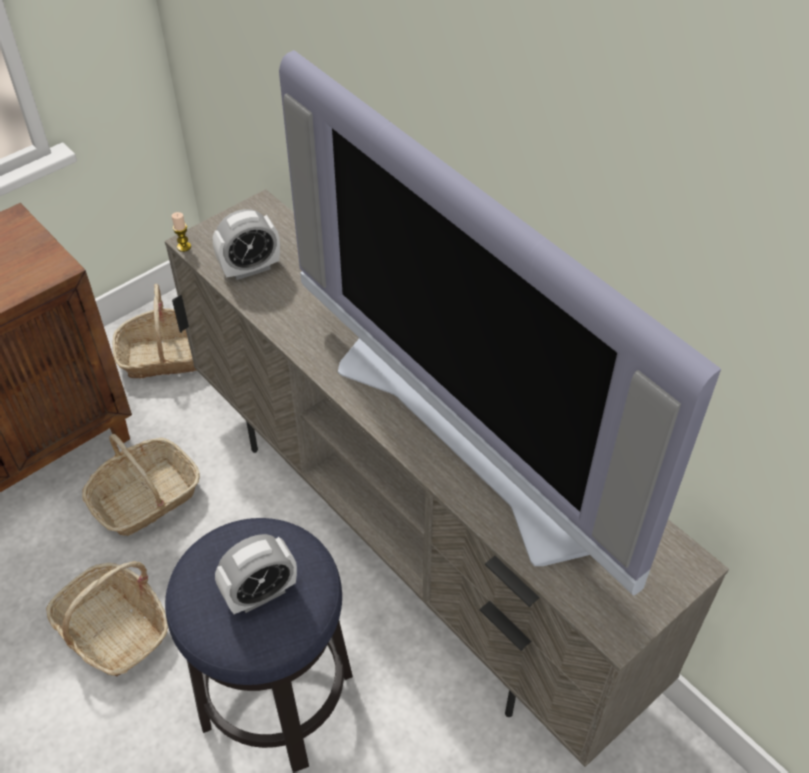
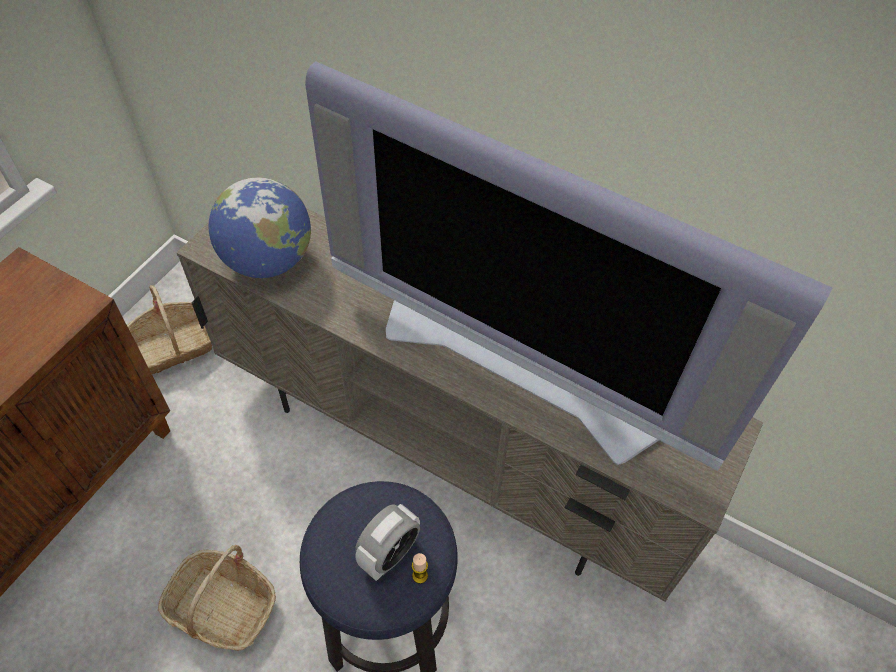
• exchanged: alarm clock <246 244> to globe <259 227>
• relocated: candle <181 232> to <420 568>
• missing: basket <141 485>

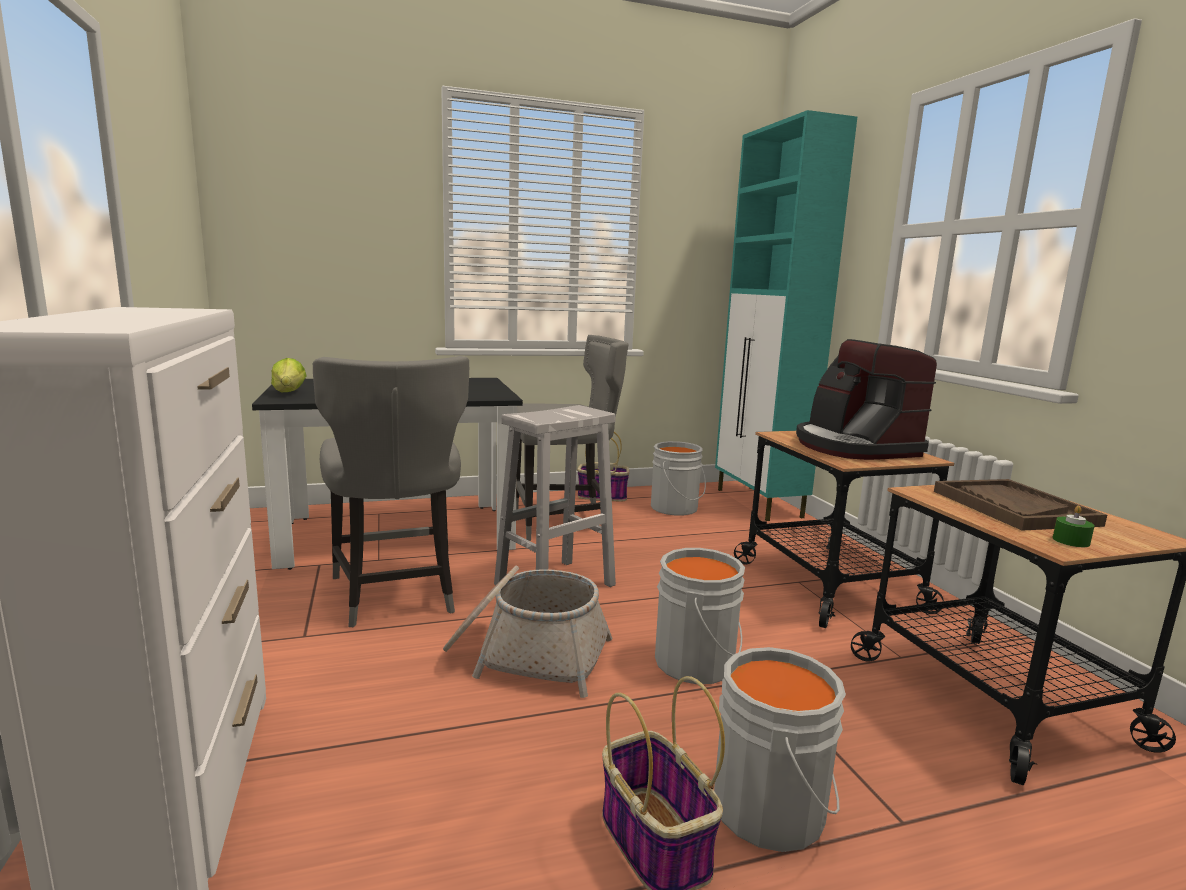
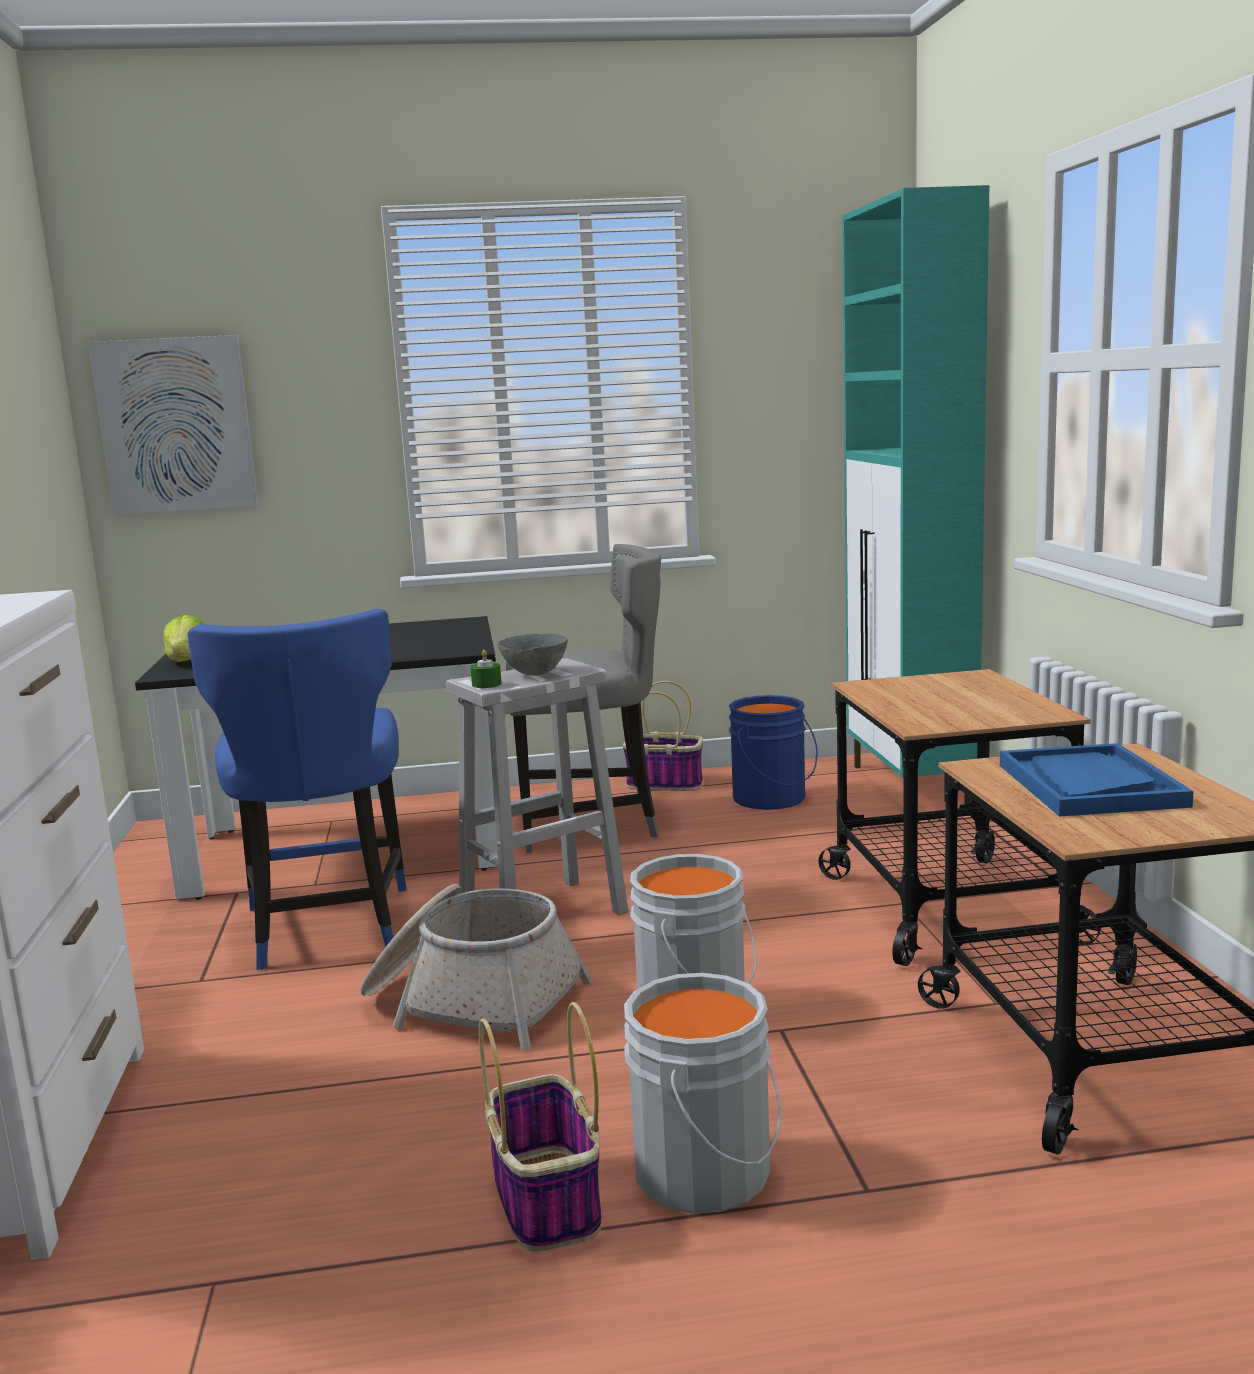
• missing: coffee machine <866 399>
• colour: grey chair <391 491> to blue chair <297 789>
• colour: grey bucket <678 478> to blue bucket <773 752>
• colour: brown tray <1020 504> to blue tray <1097 779>
• relocated: green candle <1073 526> to <486 669>
• appeared: picture <173 425>
• appeared: grey bowl <532 654>

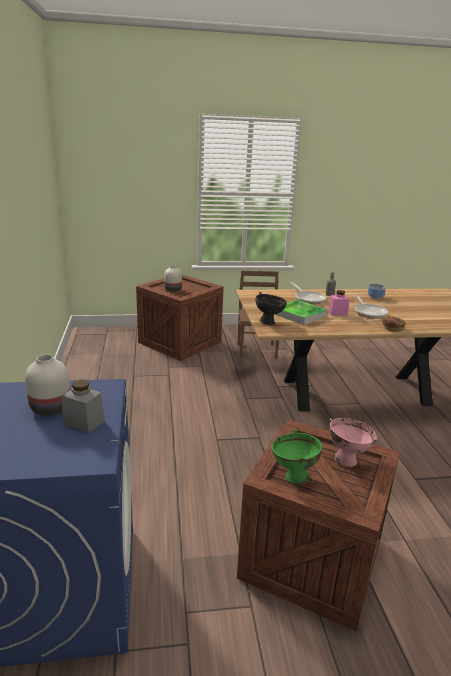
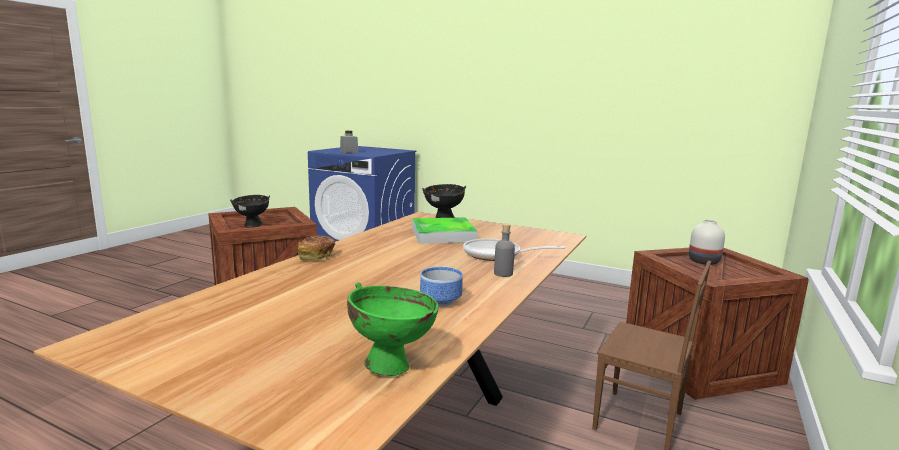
• missing: pink jar <338 303>
• missing: frying pan <371 306>
• missing: white vase <47 385>
• colour: pink bowl <353 442> to black bowl <250 211>
• relocated: green bowl <297 457> to <393 329>

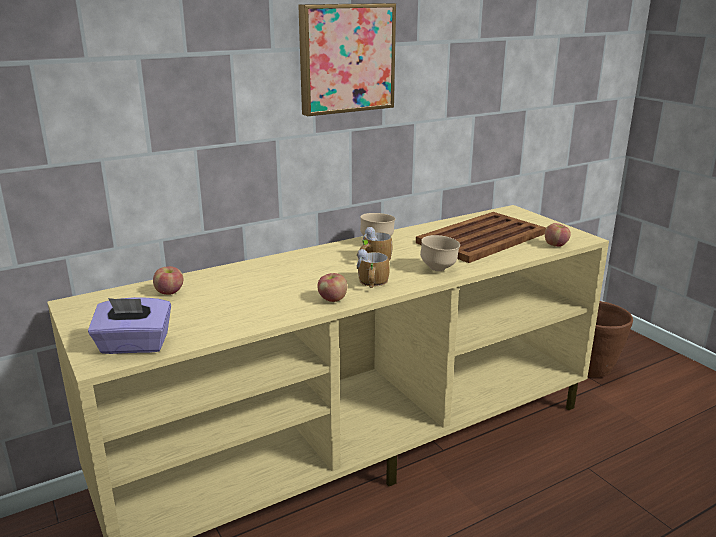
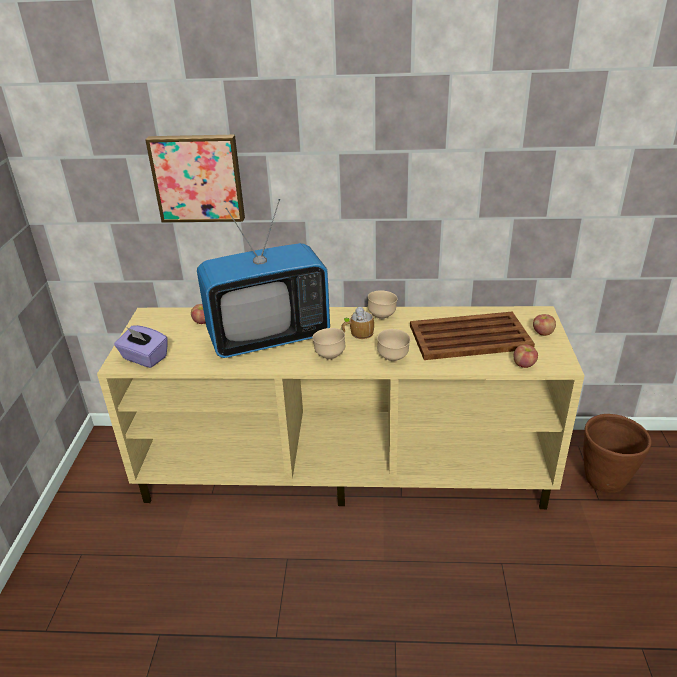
• relocated: picture <347 59> to <195 179>
• exchanged: mug <373 268> to beige bowl <328 344>
• relocated: apple <332 287> to <544 325>
• appeared: television <263 278>

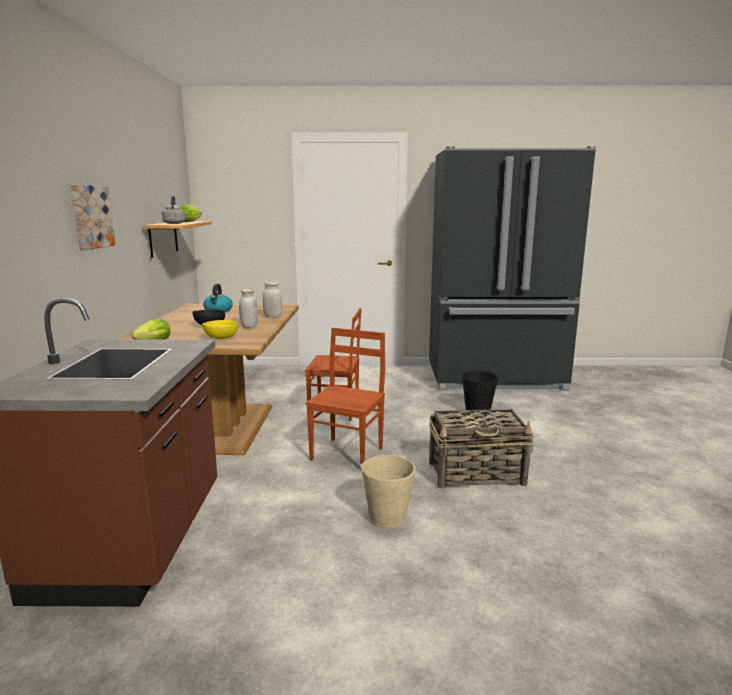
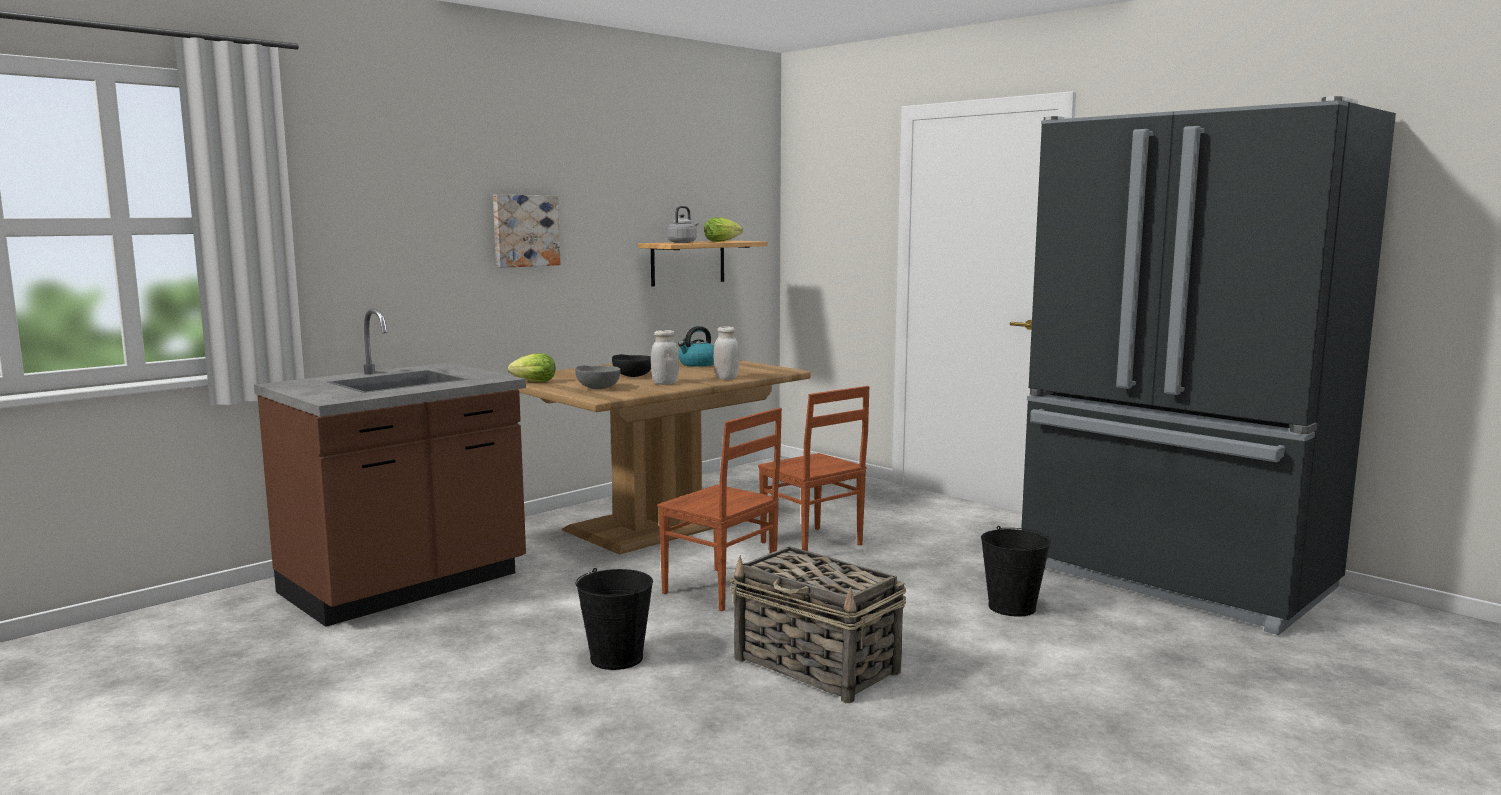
• colour: yellow bowl <220 329> to grey bowl <597 377>
• spun: brown chair <345 399> = <719 509> 60 degrees clockwise
• colour: beige bucket <388 492> to black bucket <614 619>

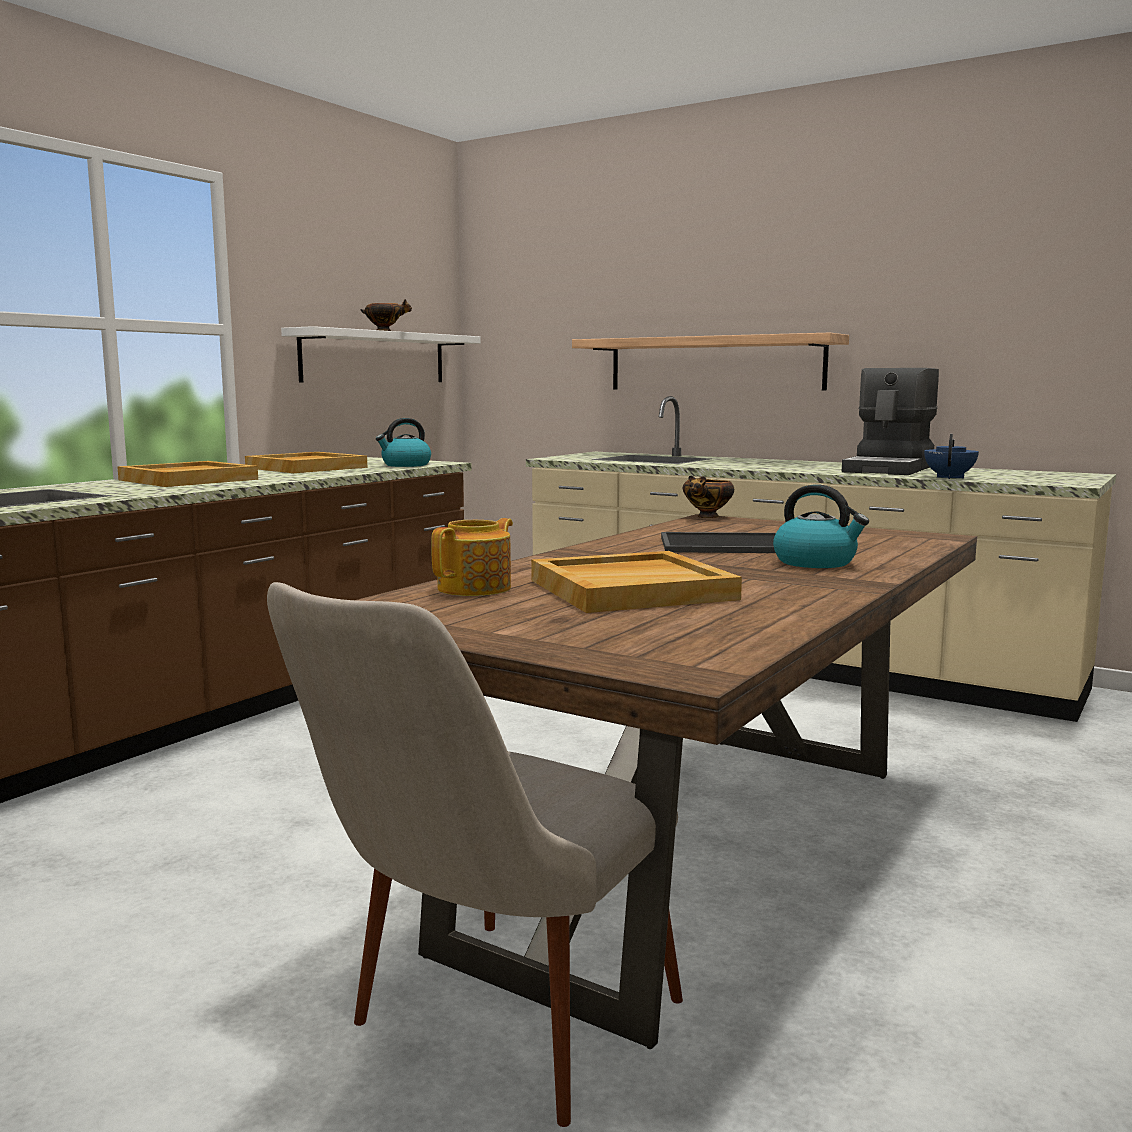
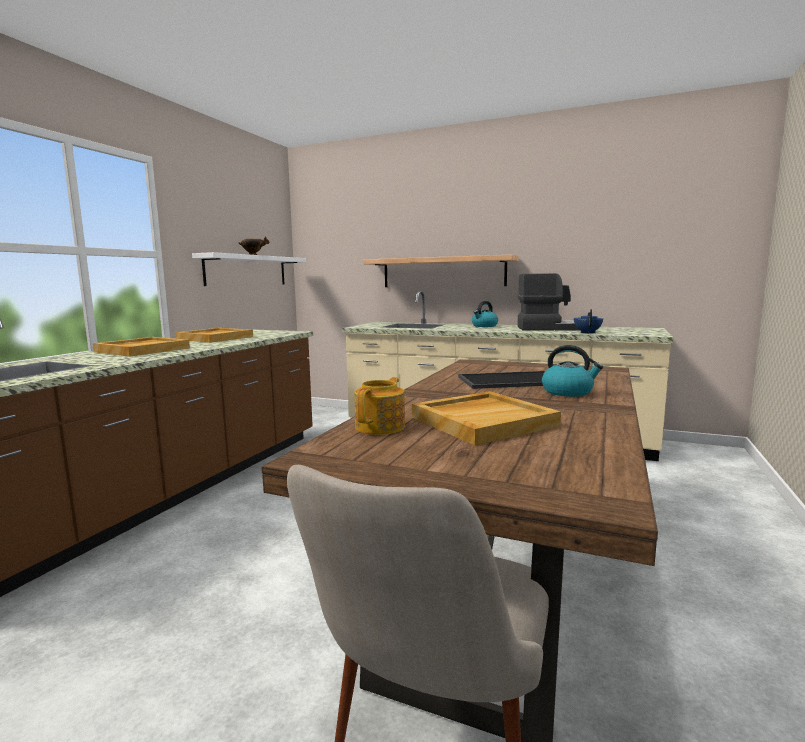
• spun: coffee machine <890 421> = <548 302> 105 degrees counterclockwise
• relocated: kettle <403 442> to <485 314>
• missing: bowl <708 497>

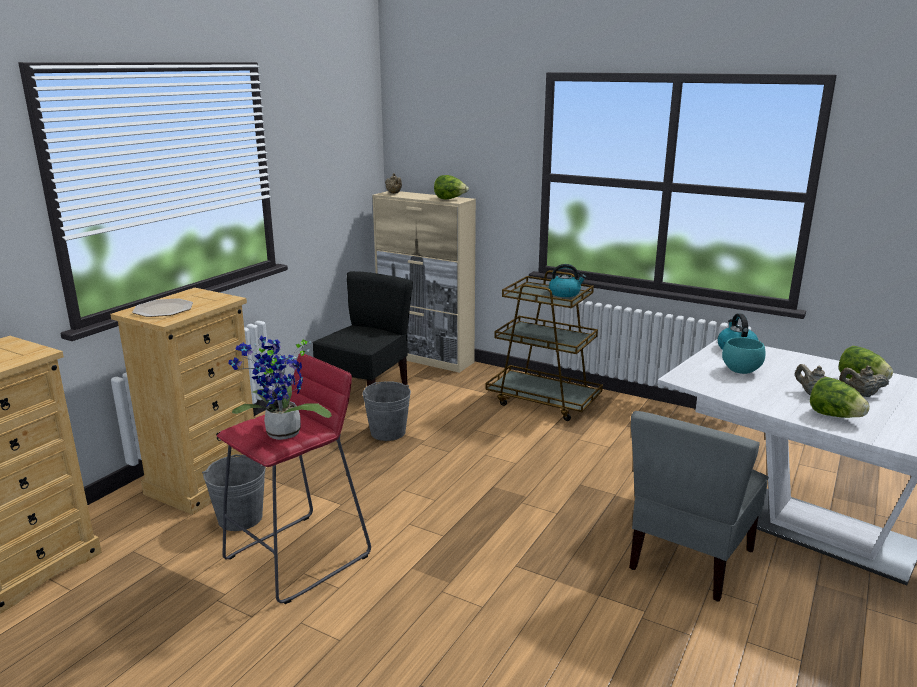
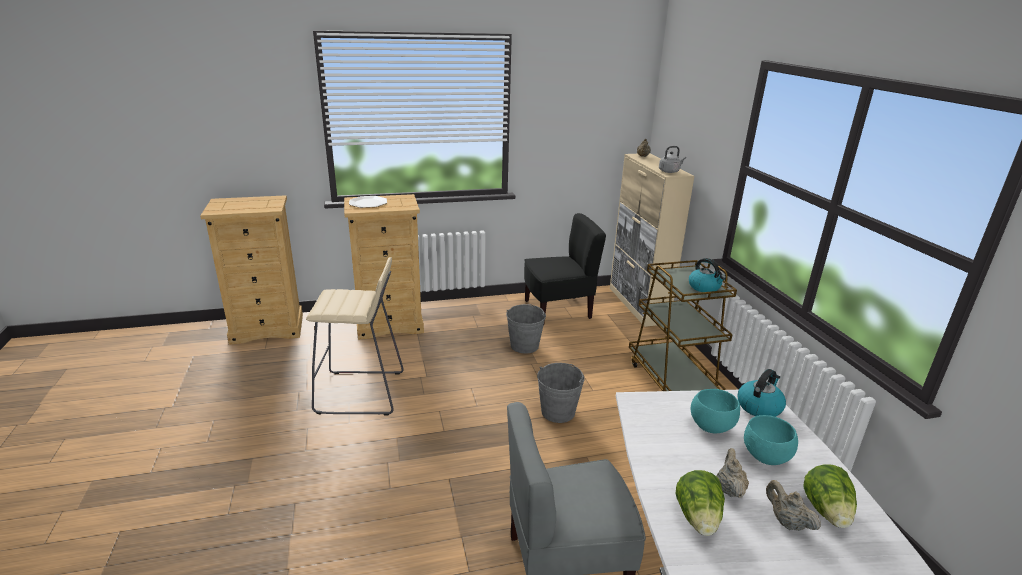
• exchanged: lettuce <451 187> to grey kettle <672 159>
• missing: potted plant <280 387>
• colour: red stool <294 479> to beige stool <355 336>
• relocated: grey bucket <234 492> to <561 393>
• appeared: turquoise bowl <771 440>

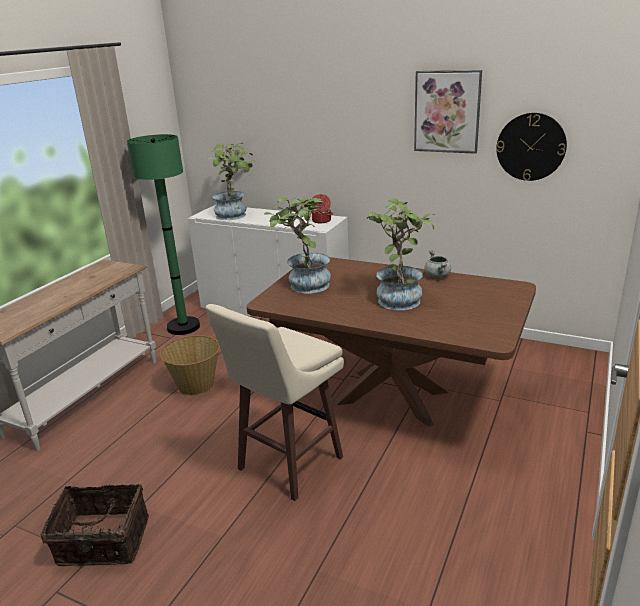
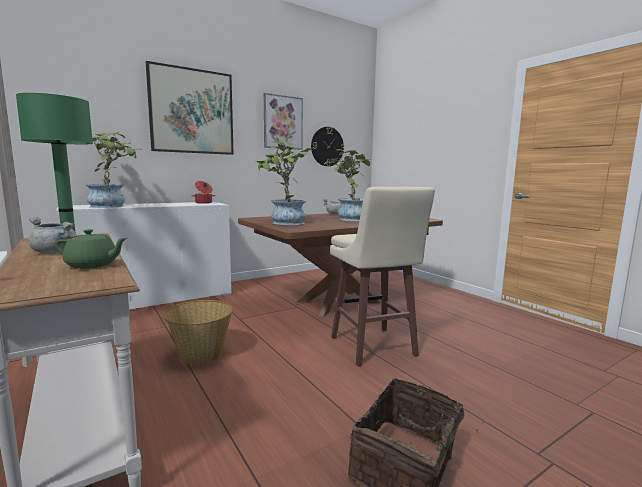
• appeared: picture <190 108>
• appeared: grey cooking pot <52 235>
• appeared: green teapot <91 249>

